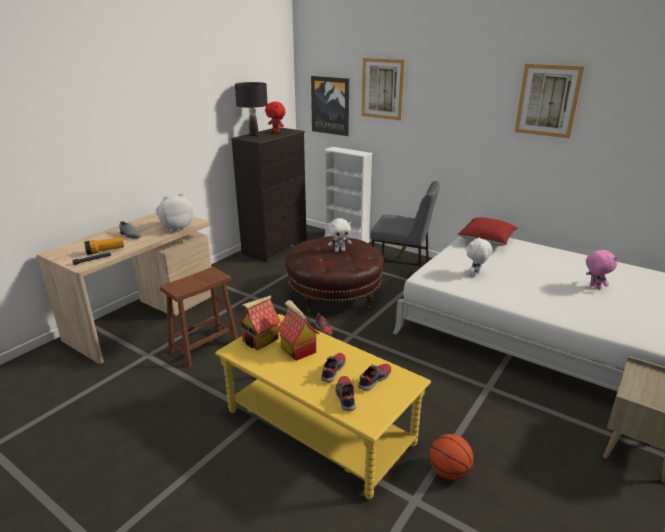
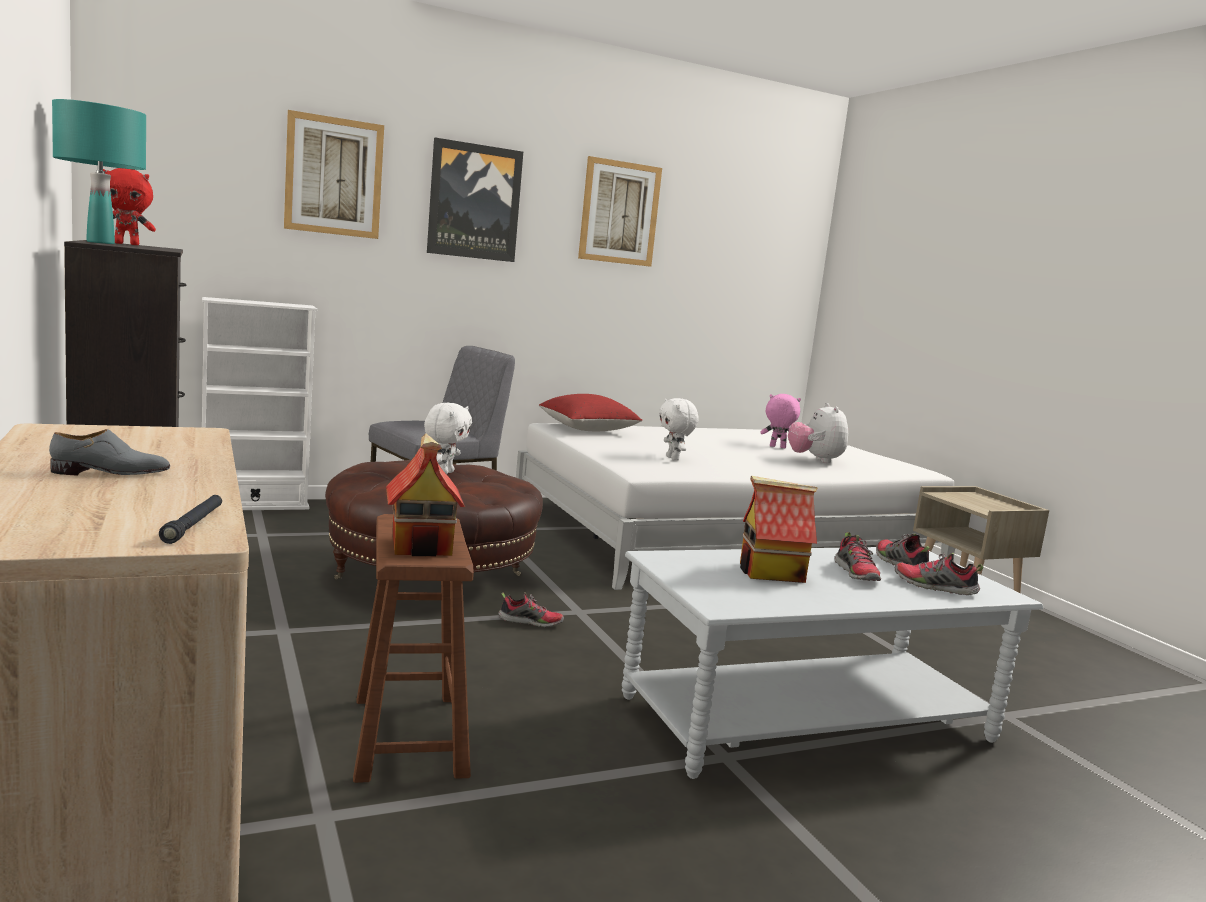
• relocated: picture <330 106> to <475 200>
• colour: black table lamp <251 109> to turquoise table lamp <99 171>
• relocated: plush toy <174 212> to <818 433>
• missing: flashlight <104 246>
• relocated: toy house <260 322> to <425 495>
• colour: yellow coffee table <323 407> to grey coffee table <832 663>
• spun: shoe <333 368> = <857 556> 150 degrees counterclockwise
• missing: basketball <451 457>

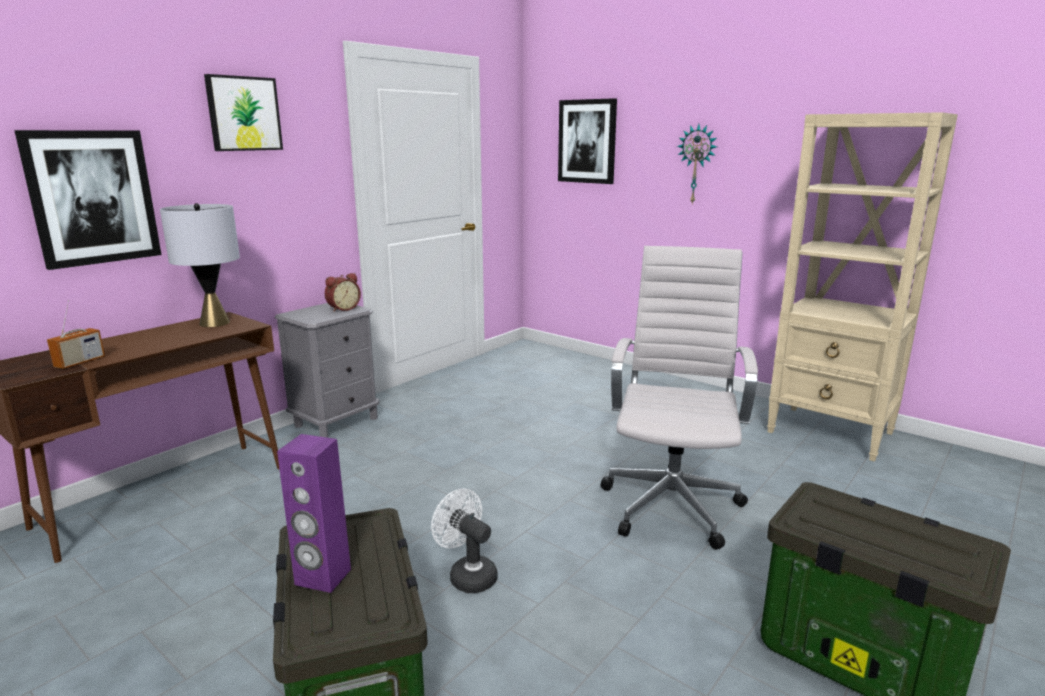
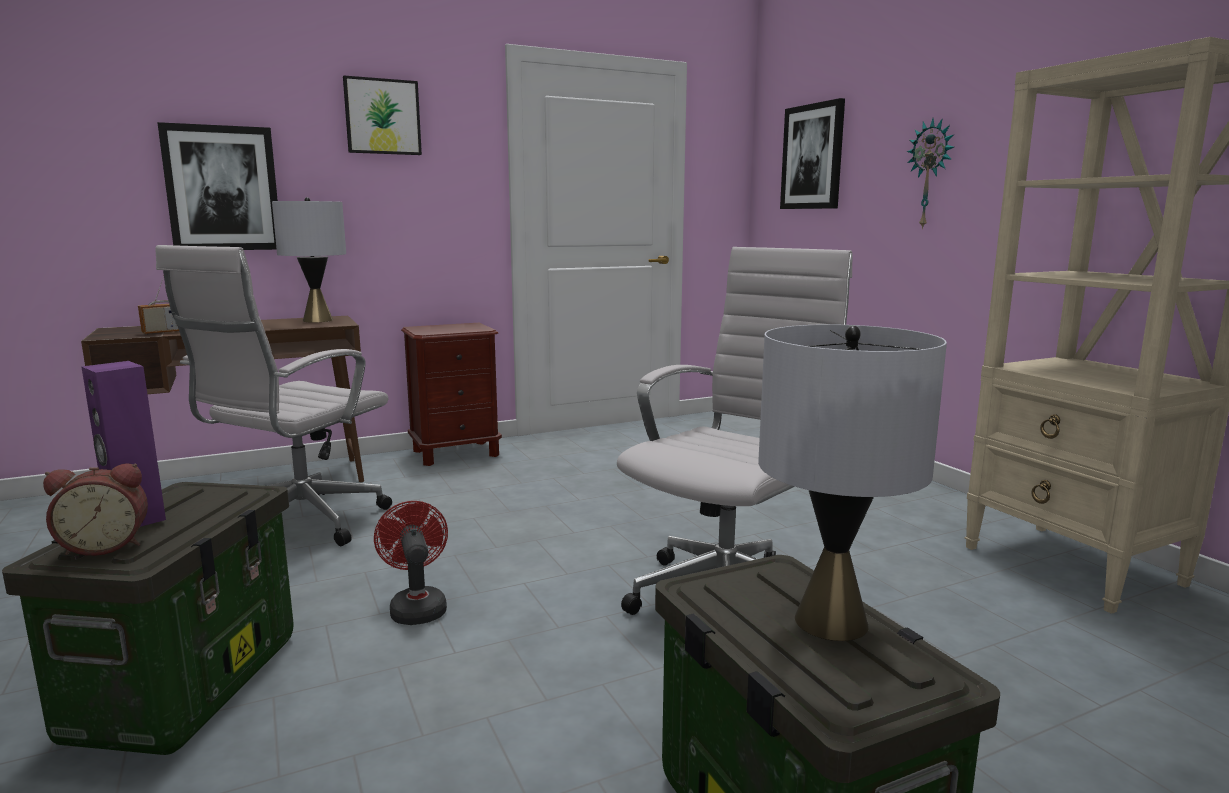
• relocated: alarm clock <343 292> to <95 509>
• colour: grey nightstand <327 370> to brown nightstand <451 394>
• colour: white fan <464 541> to red fan <411 563>
• appeared: white office chair <273 395>
• appeared: grey table lamp <852 482>

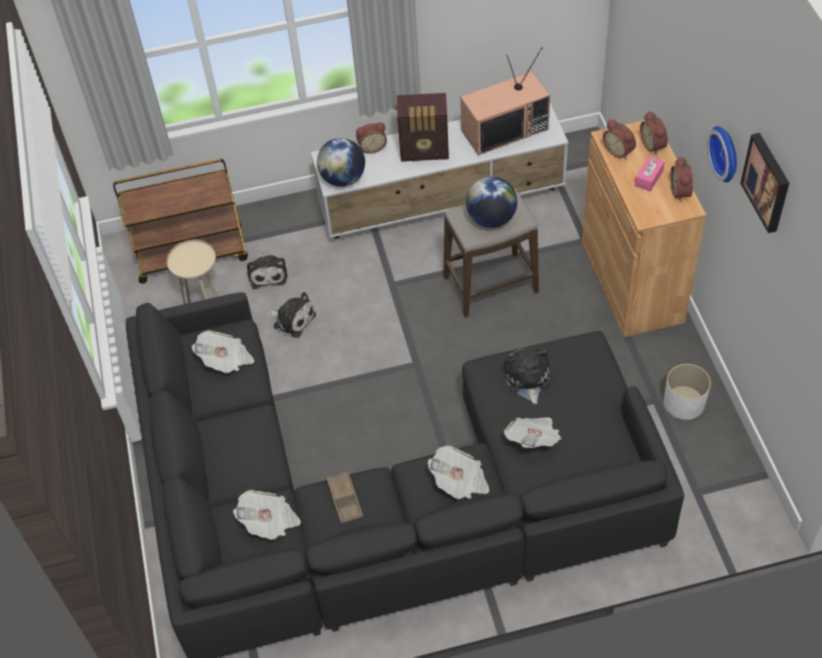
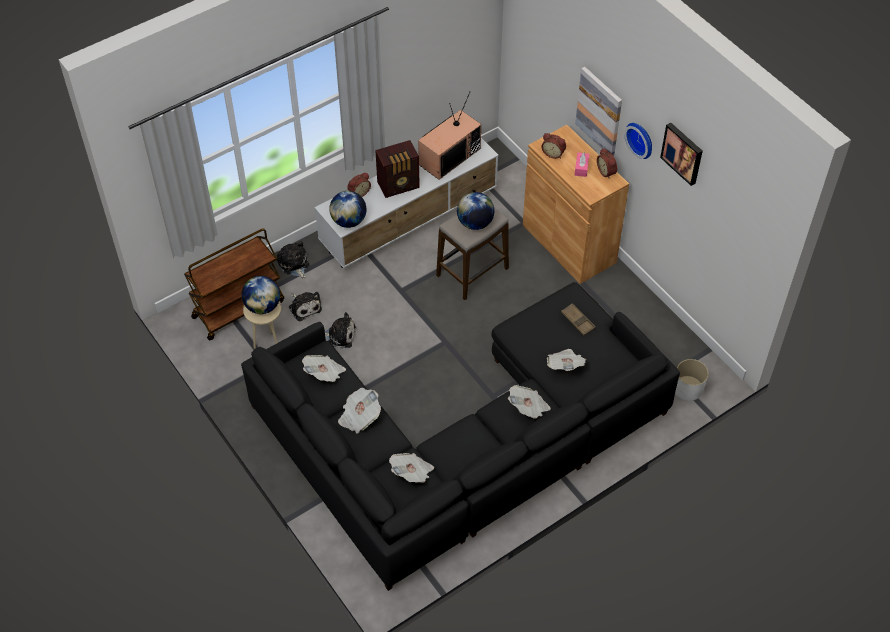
• missing: alarm clock <654 133>
• relocated: plush toy <527 376> to <293 260>
• relocated: white planter <687 392> to <692 380>
• relocated: brown tray <344 497> to <578 319>
• appeared: picture <598 111>
• appeared: globe <260 295>
• appeared: newspaper <359 411>

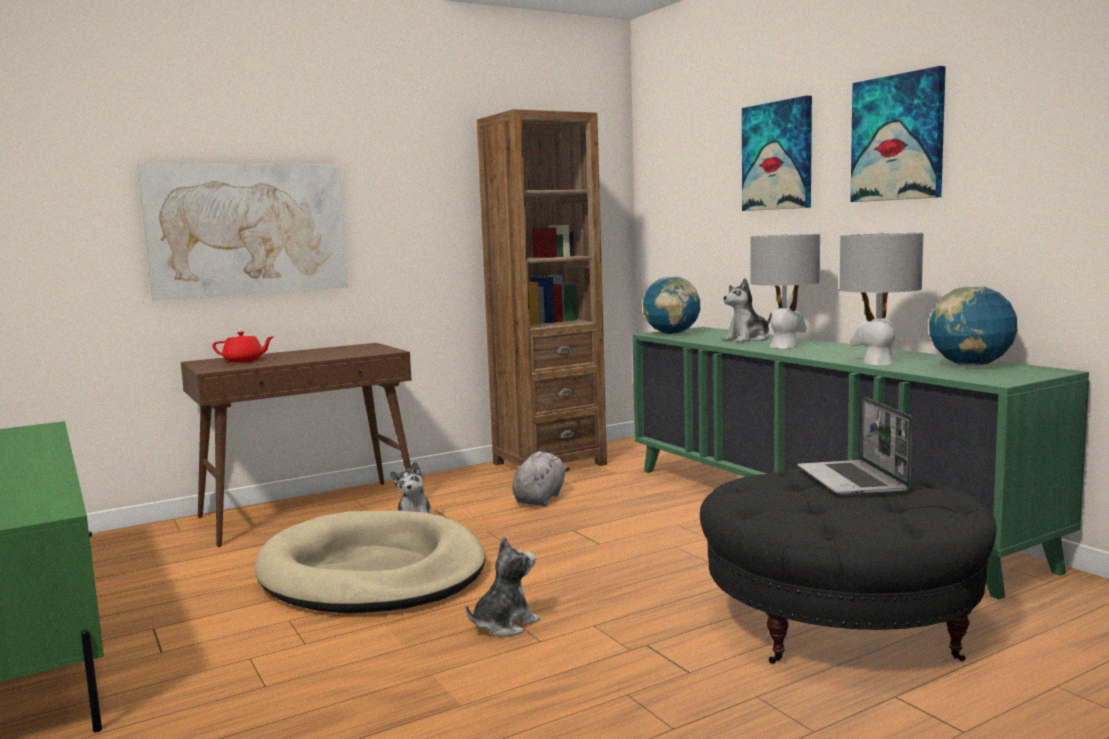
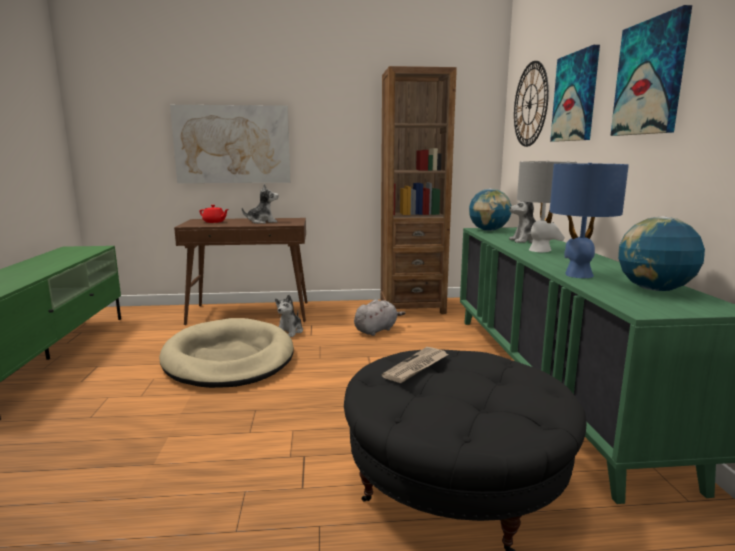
• colour: grey table lamp <881 299> to blue table lamp <589 220>
• missing: laptop <854 446>
• relocated: plush toy <503 586> to <260 204>
• appeared: wall clock <531 104>
• appeared: newspaper <415 365>

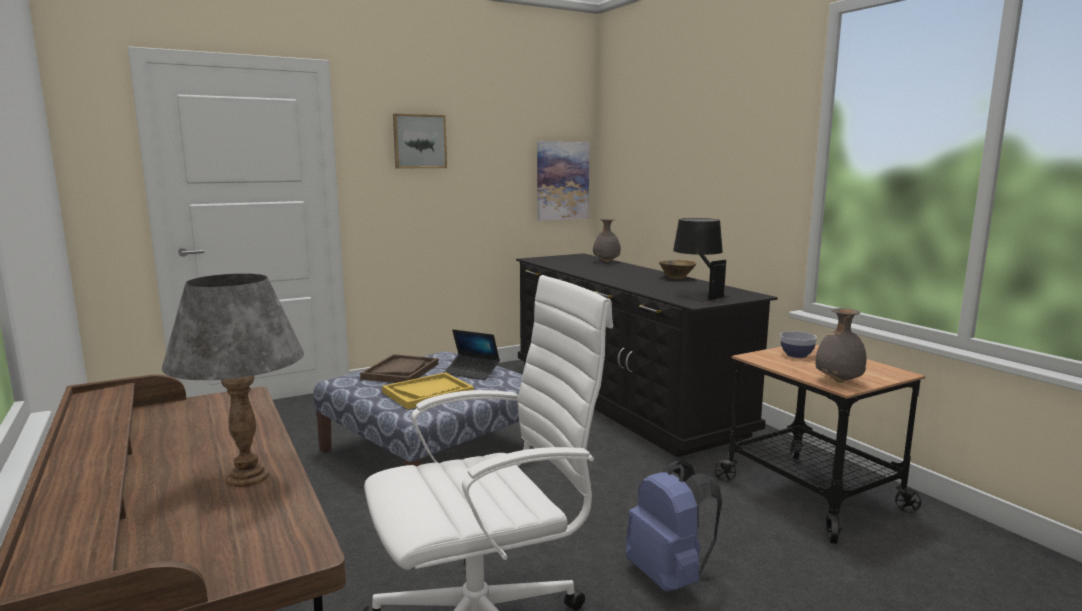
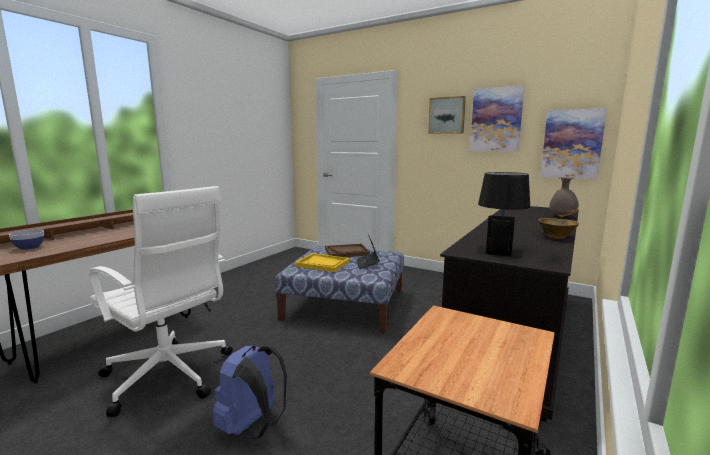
• missing: grey table lamp <233 380>
• missing: grey vase <841 345>
• relocated: bowl <798 344> to <26 239>
• appeared: picture <497 118>

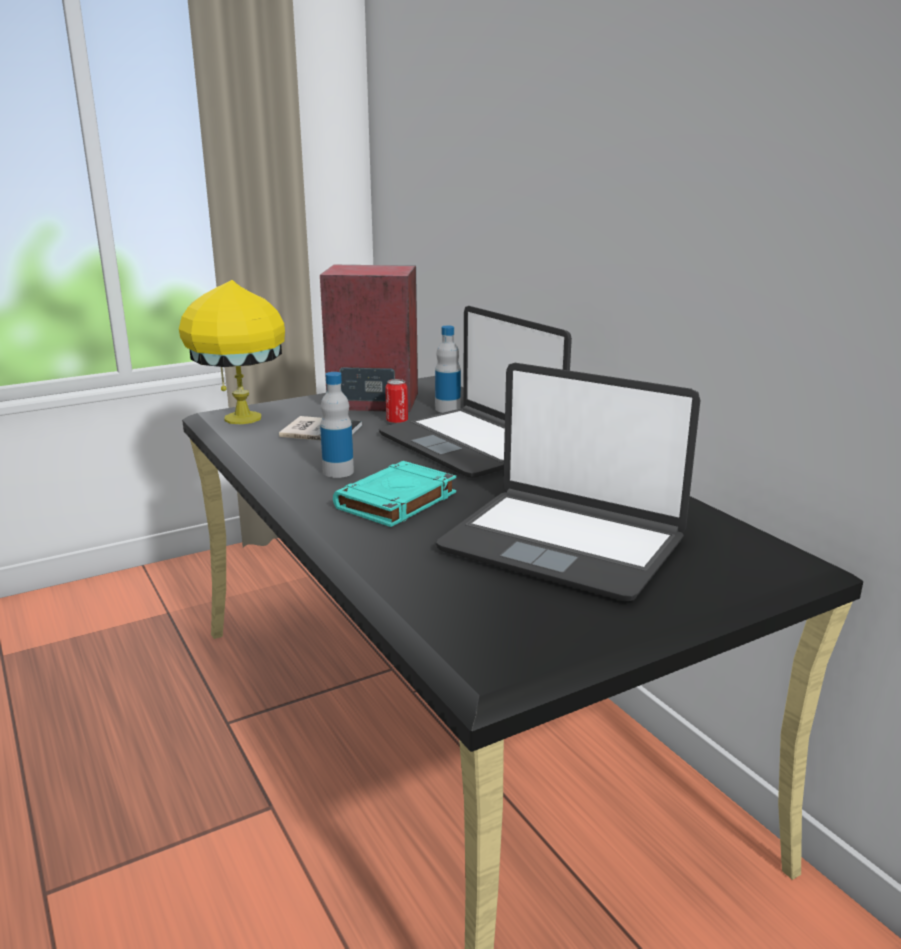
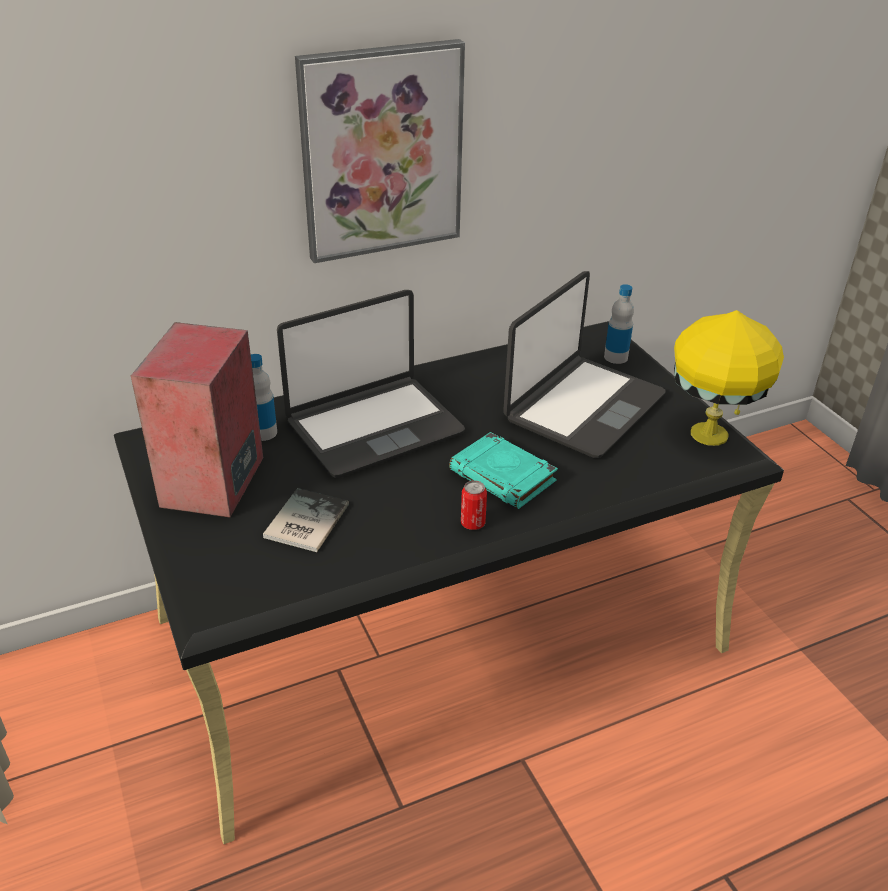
• relocated: yellow table lamp <232 352> to <729 378>
• relocated: bottle <337 425> to <619 324>
• relocated: can <396 401> to <474 505>
• appeared: picture <380 151>

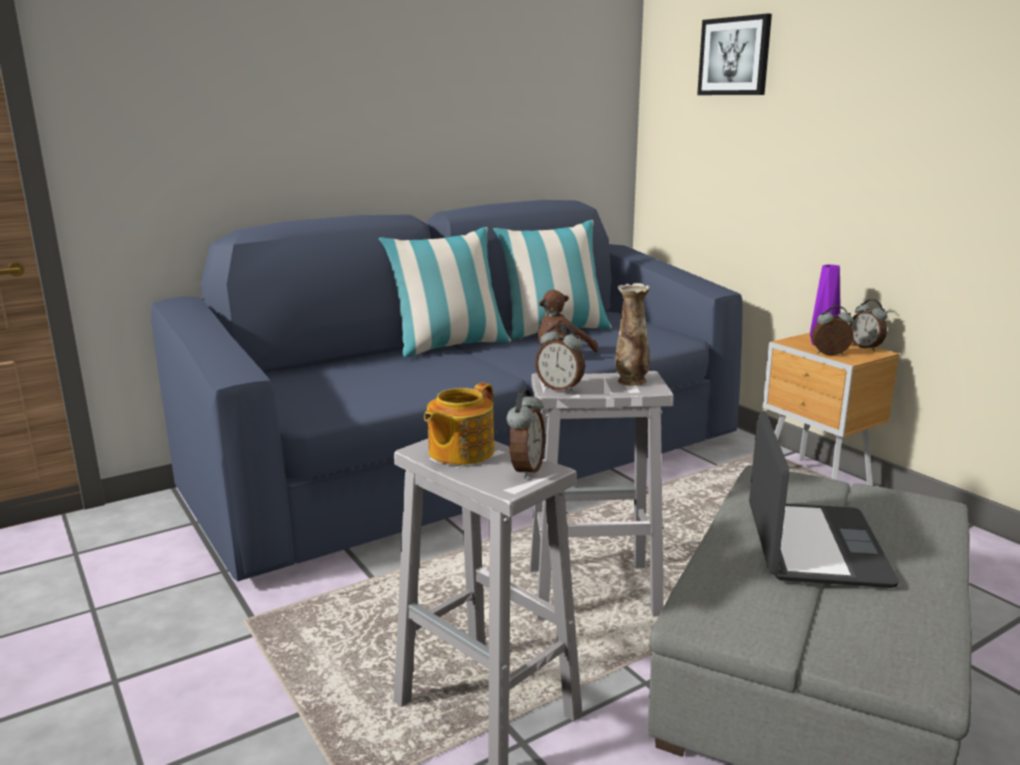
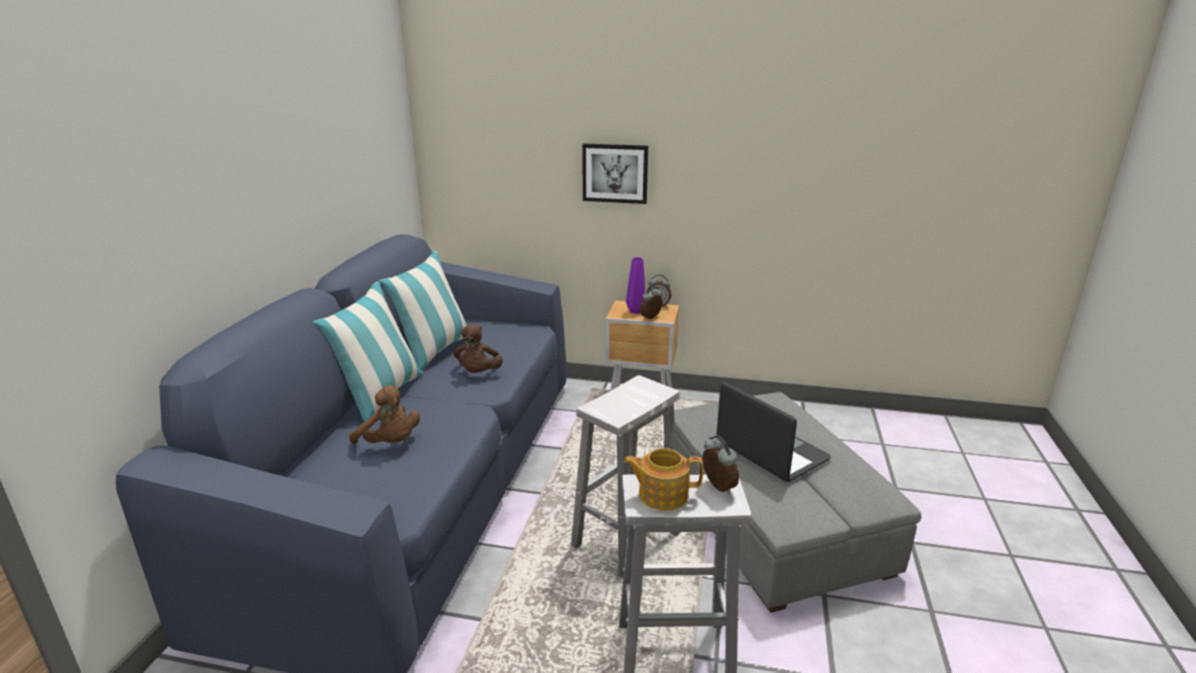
• relocated: picture <734 54> to <615 173>
• missing: vase <632 334>
• missing: alarm clock <560 358>
• spun: teapot <459 424> = <663 479> 105 degrees clockwise
• appeared: brown plush toy <384 414>

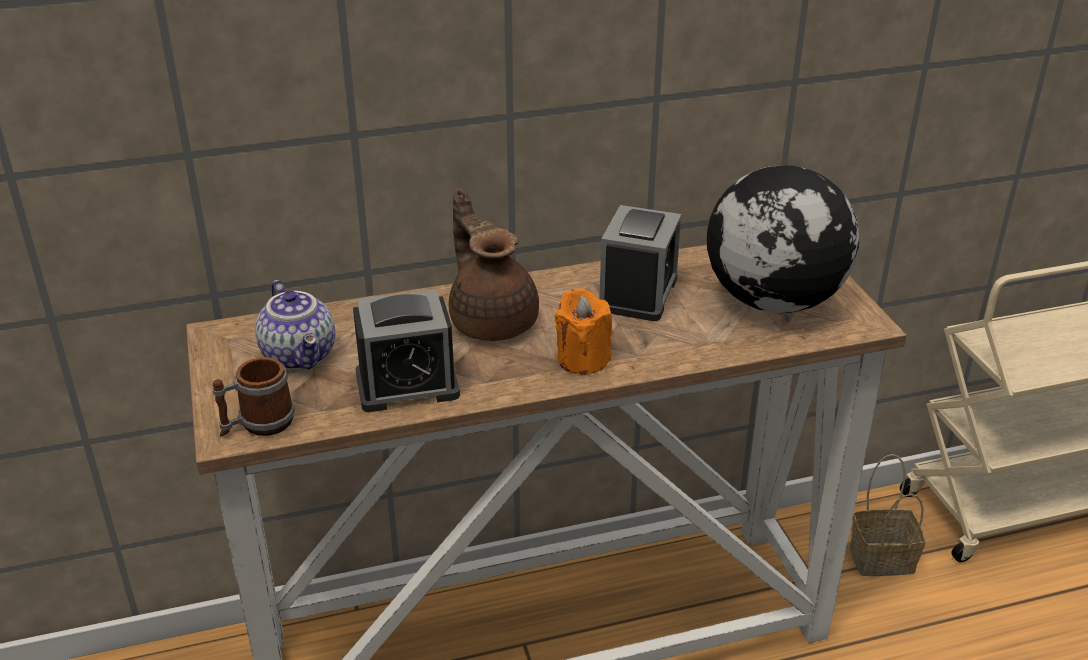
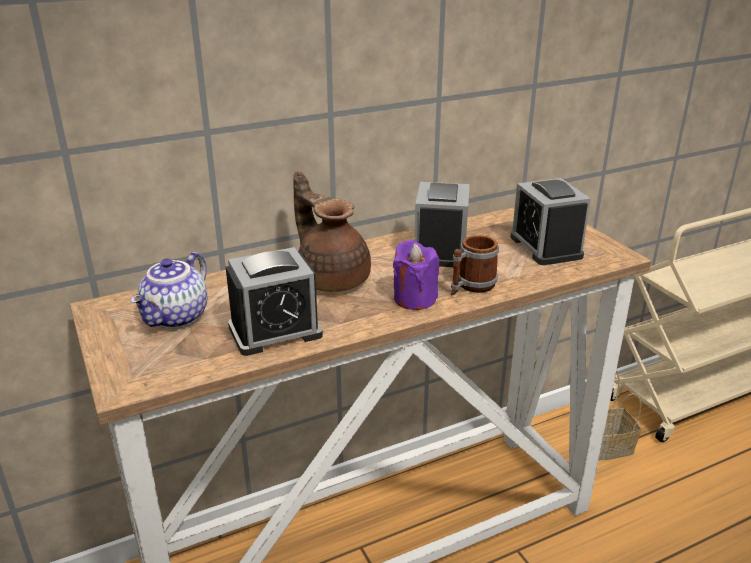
• exchanged: globe <783 239> to alarm clock <550 221>
• spun: teapot <295 325> = <168 290> 60 degrees clockwise
• colour: orange candle <583 331> to purple candle <416 275>
• relocated: mug <254 396> to <475 265>

